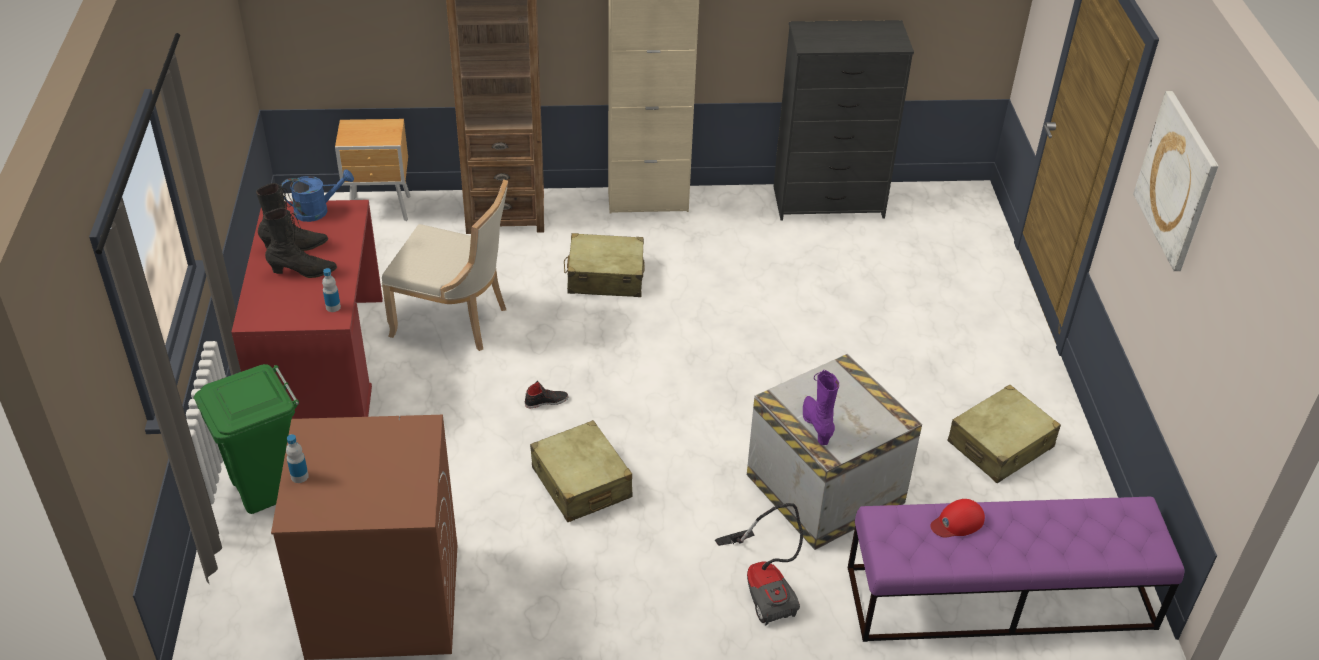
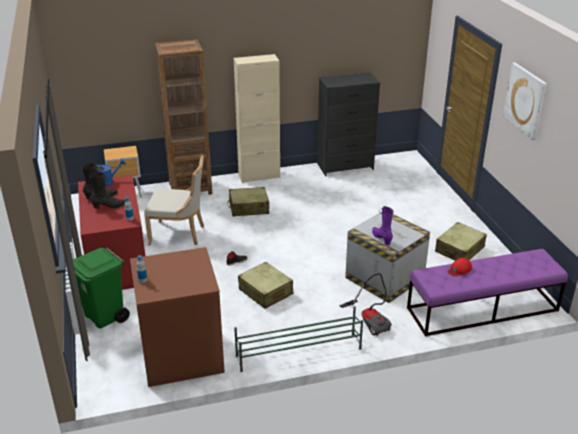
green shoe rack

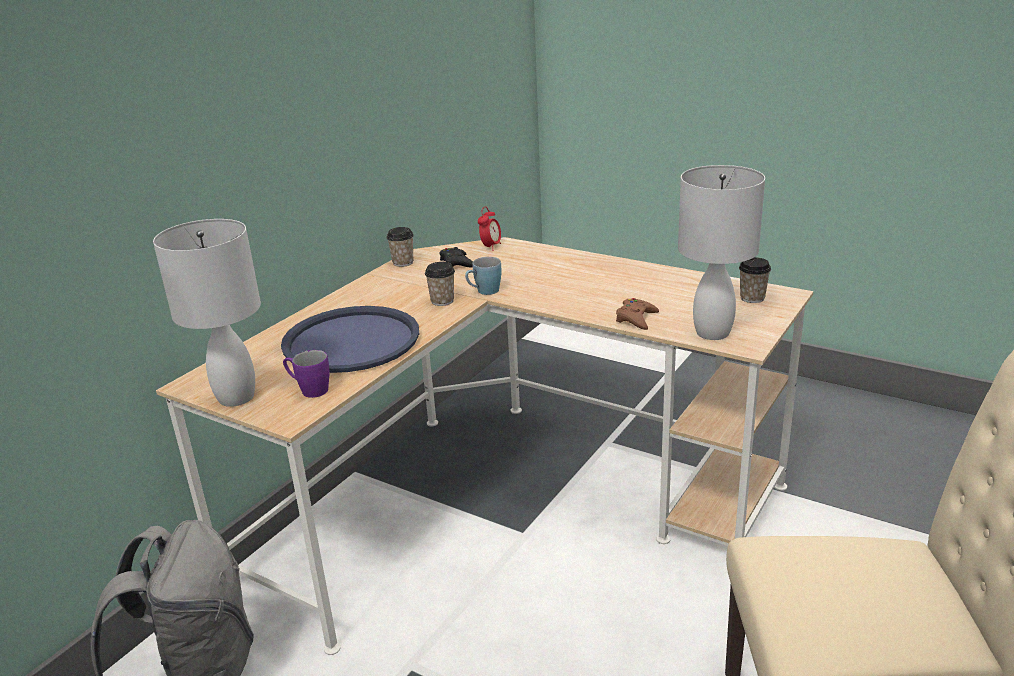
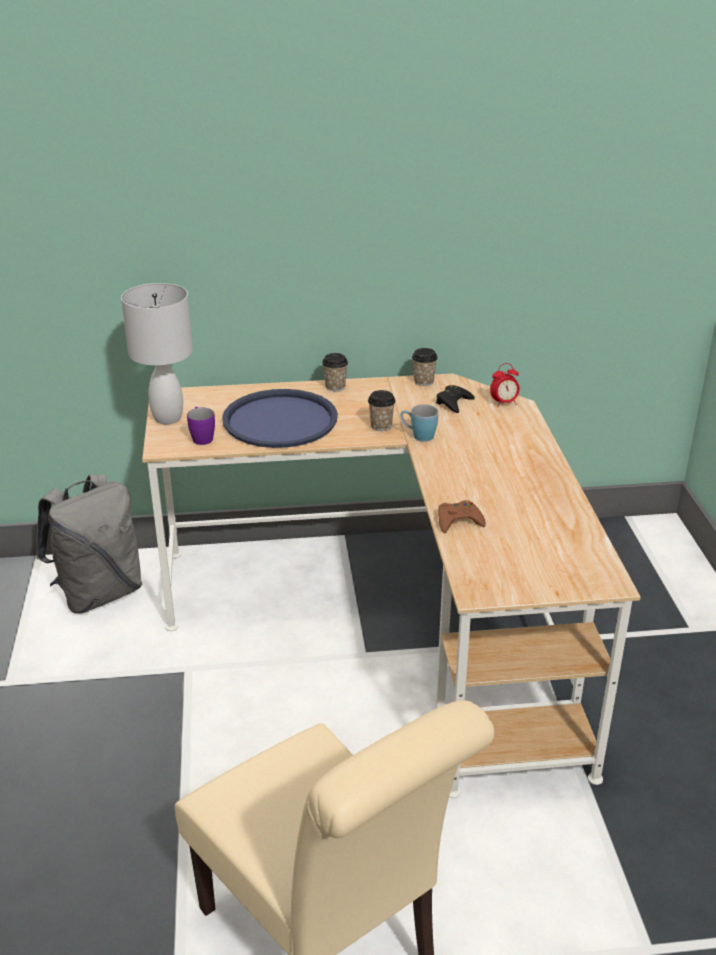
white table lamp (2nd from left in the first image)
cup (1st from left)

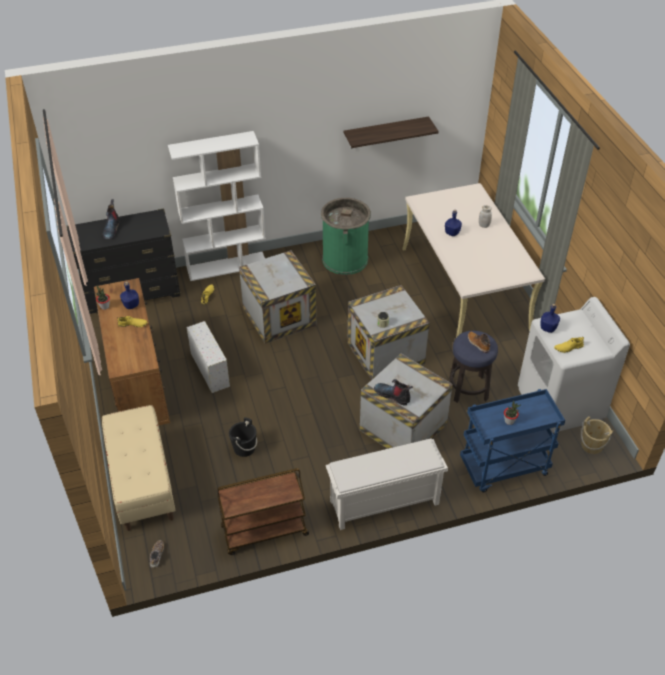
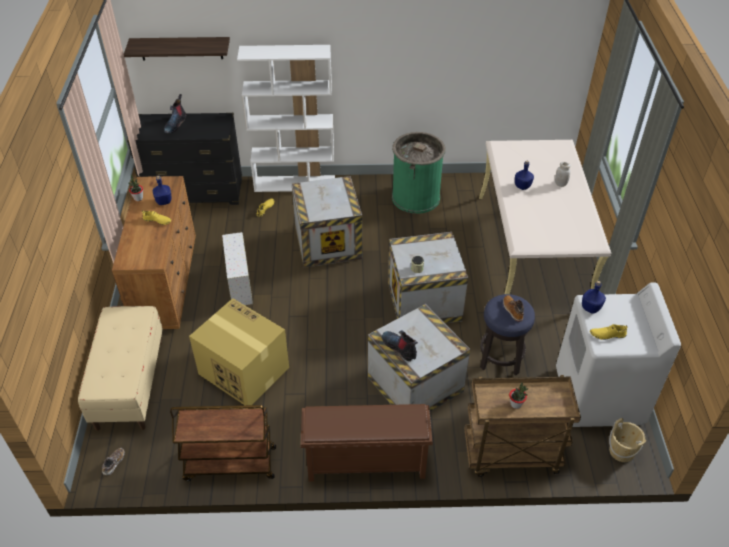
shelf
cardboard box
brown shoe rack
brown cart (2nd from left)

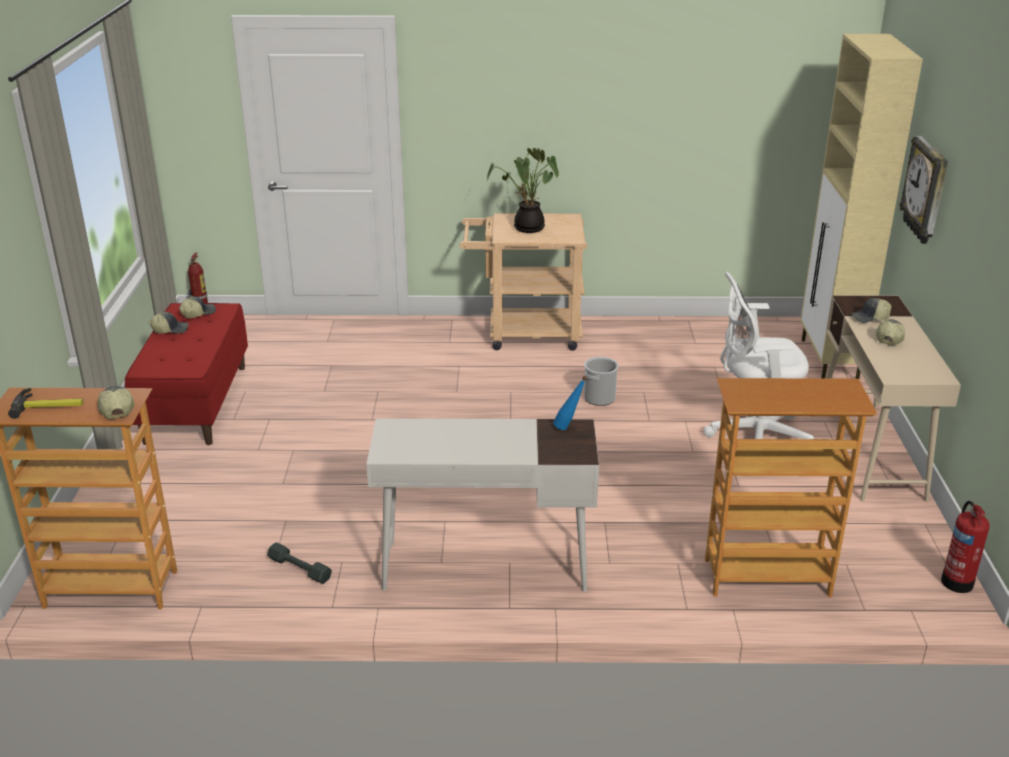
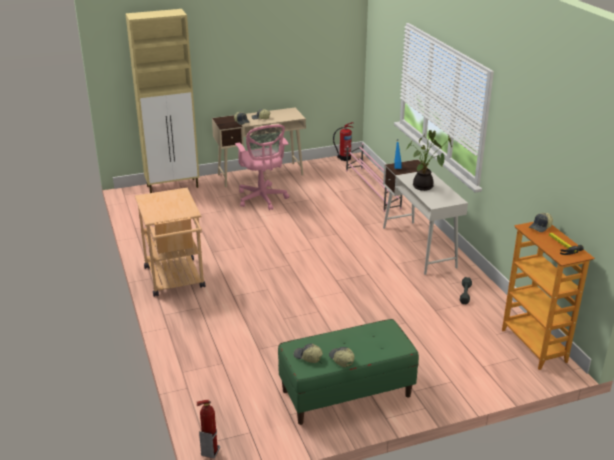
bucket
wall clock
potted plant
pink shoe rack
green bench
pink office chair

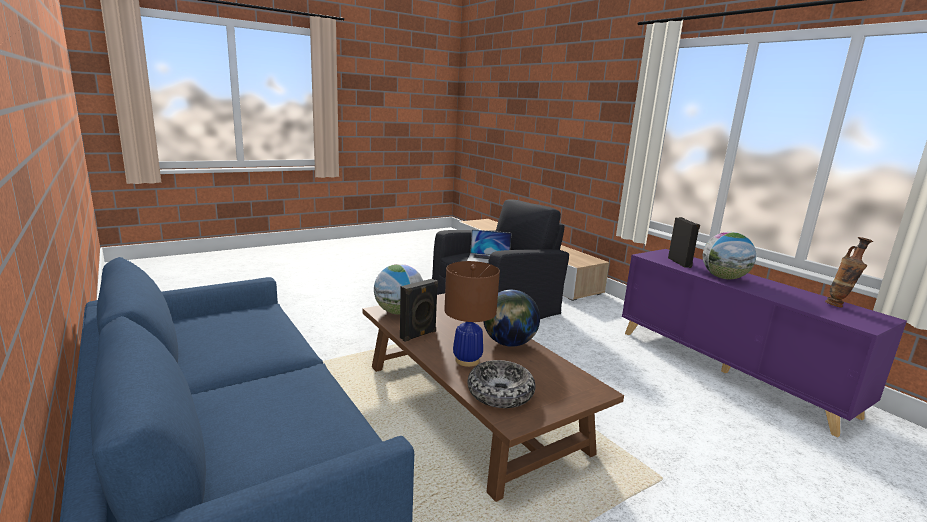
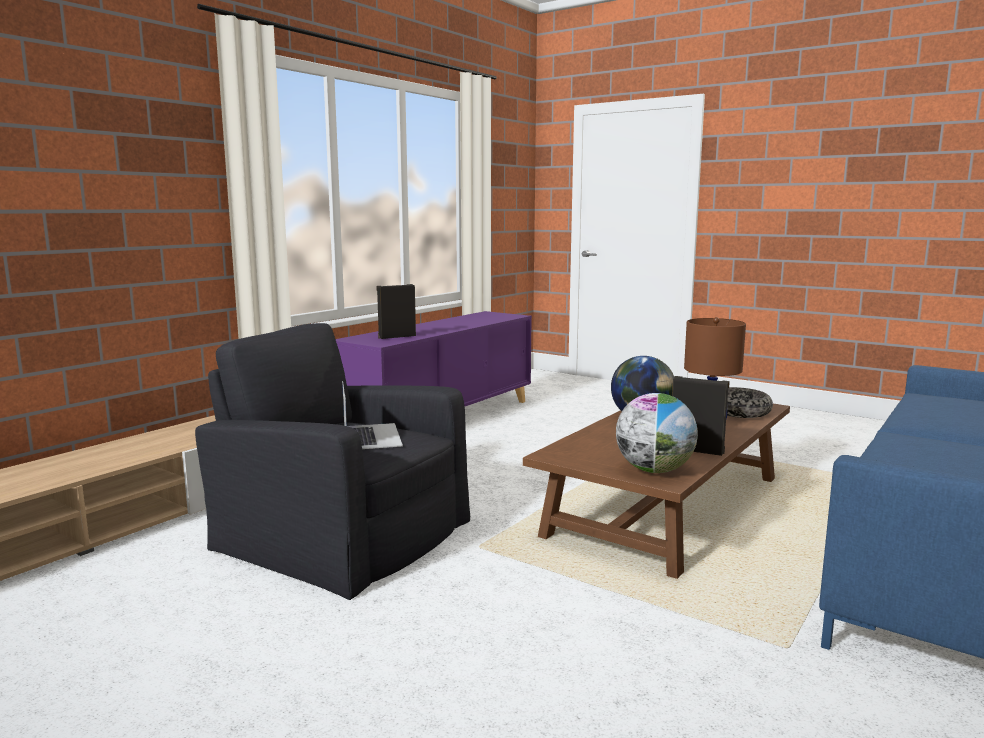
globe (3rd from left in the first image)
vase

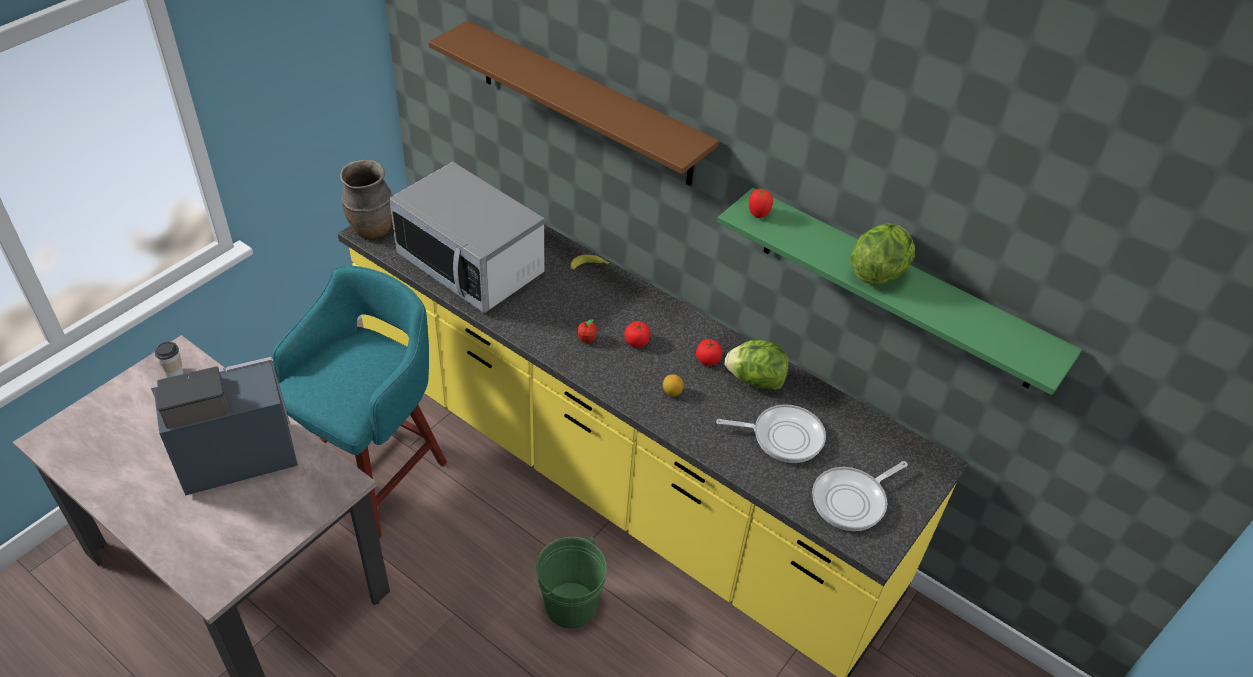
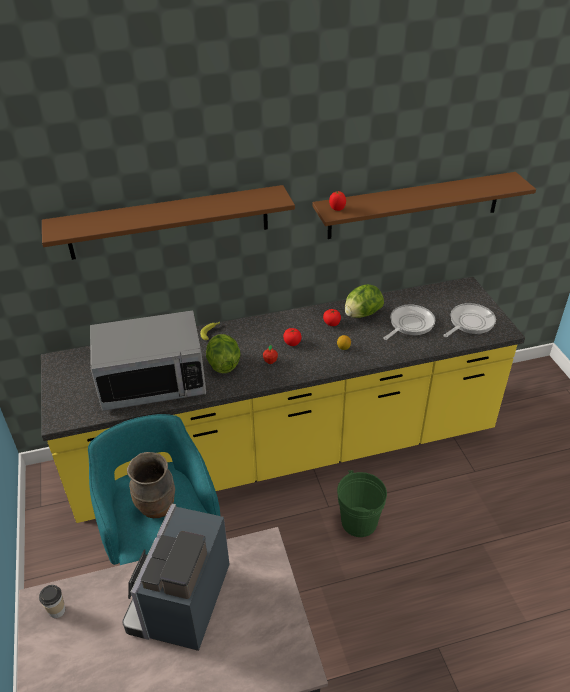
brown vase
lettuce (1st from left)
brown shelf (2nd from left)
frying pan (2nd from left)

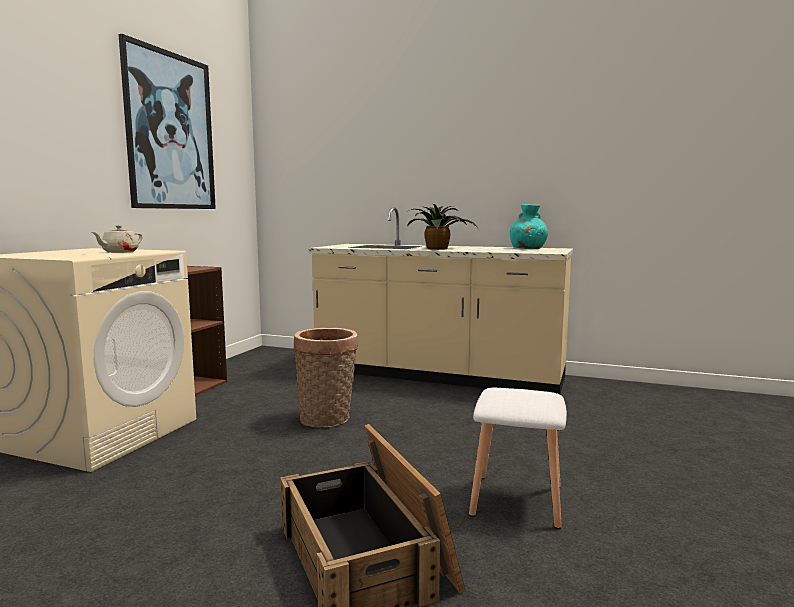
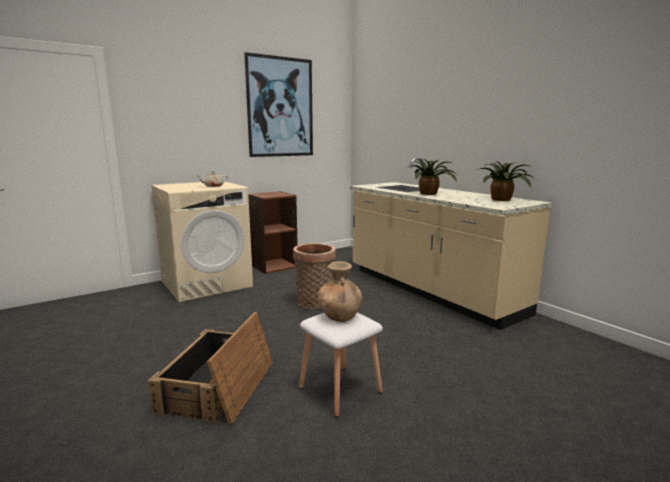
brown vase
potted plant (2nd from left)

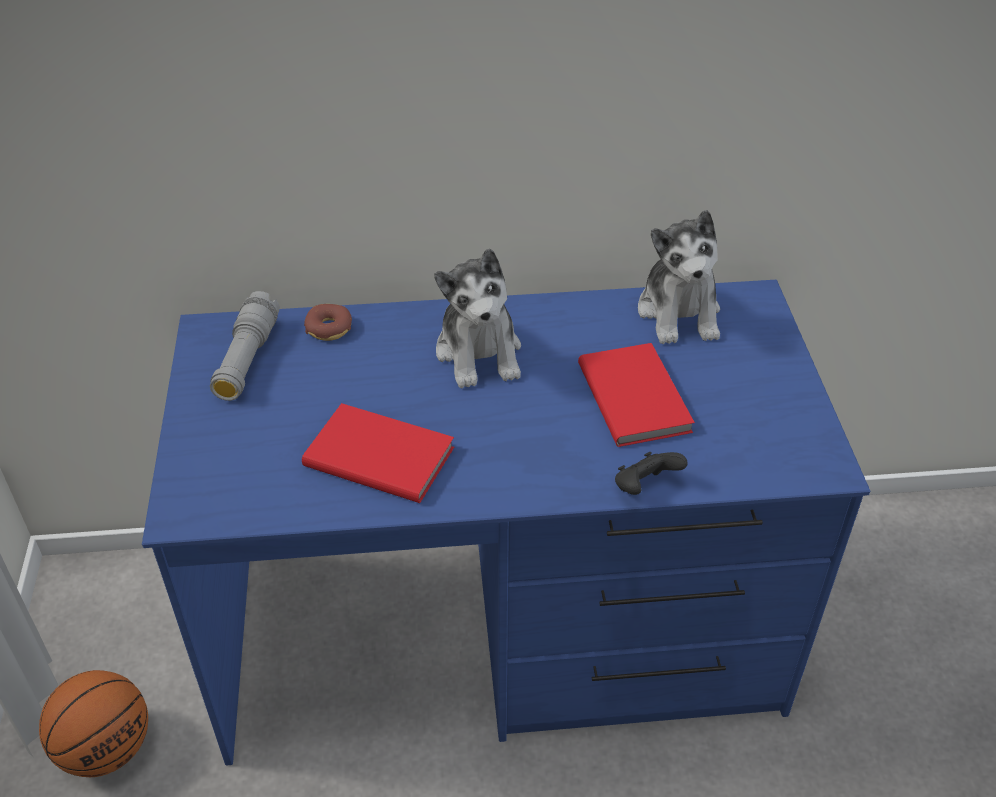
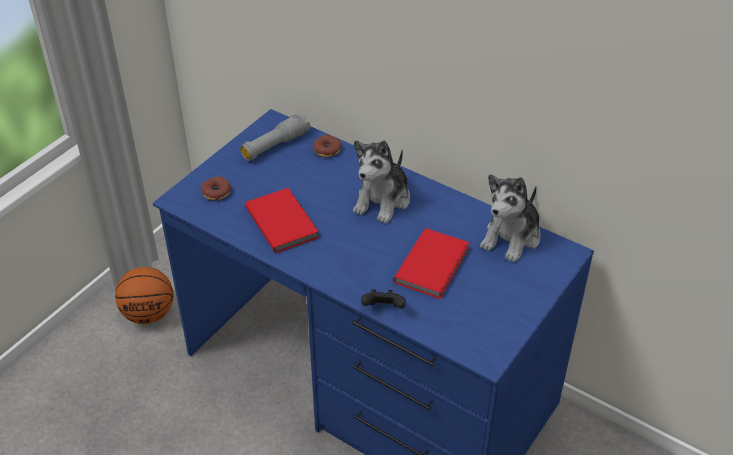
donut (1st from left)

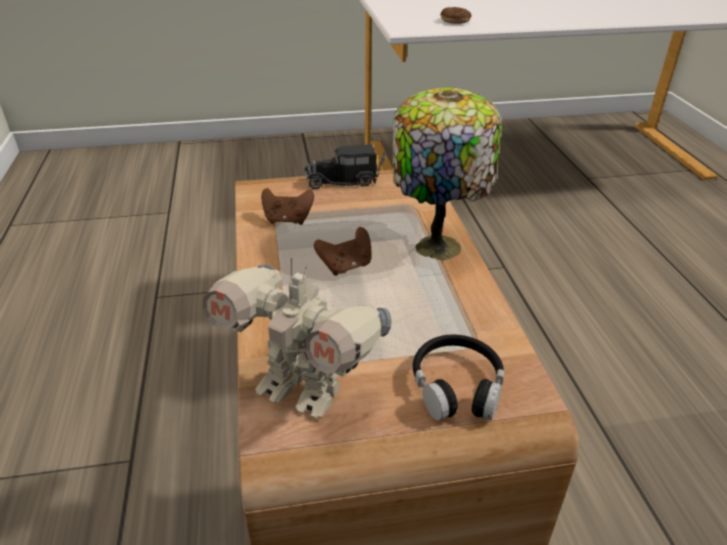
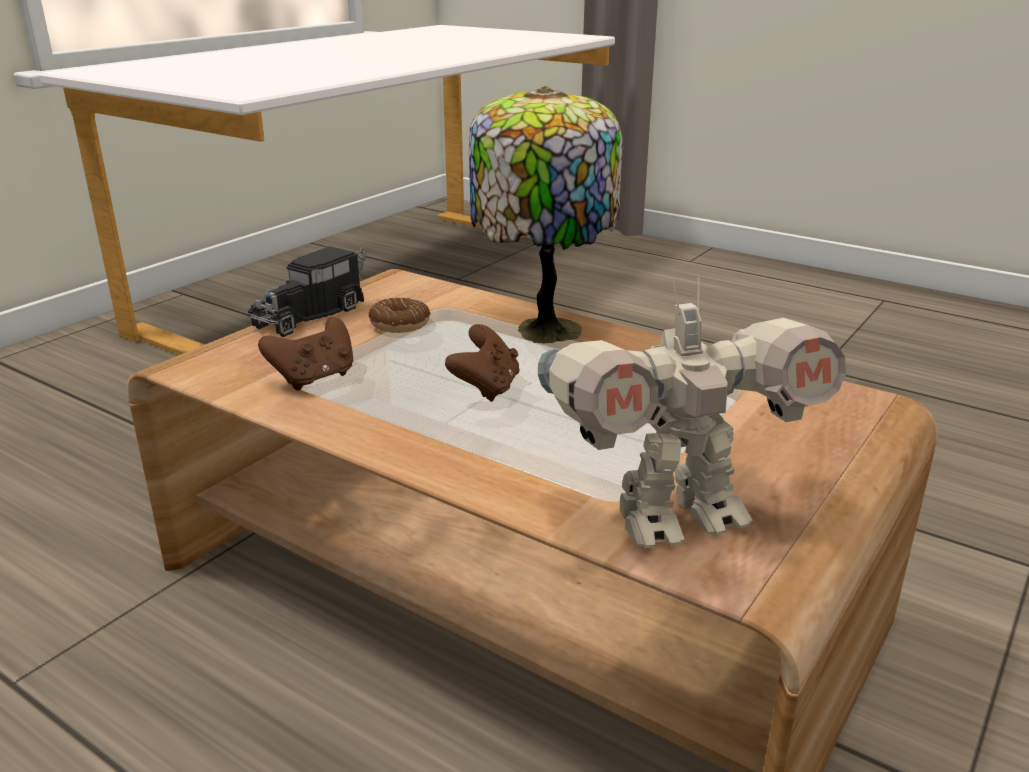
black headphones
donut

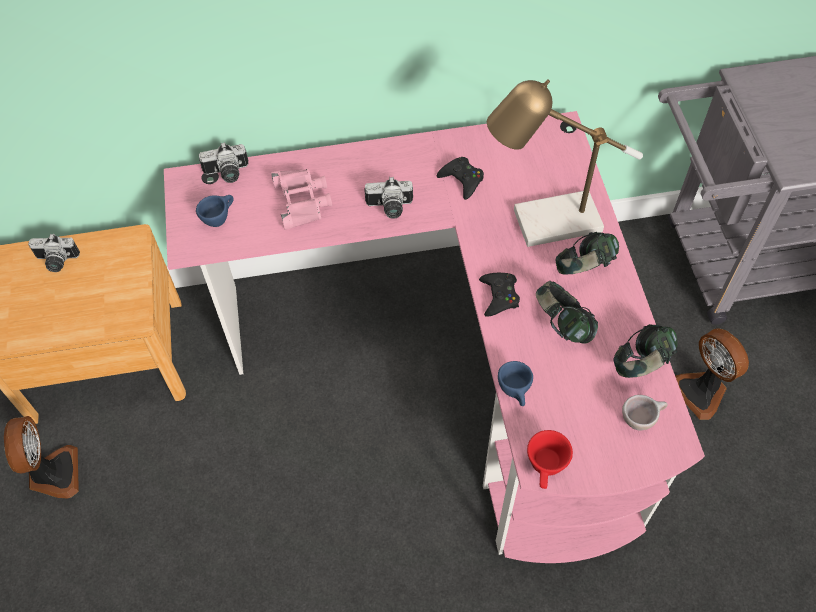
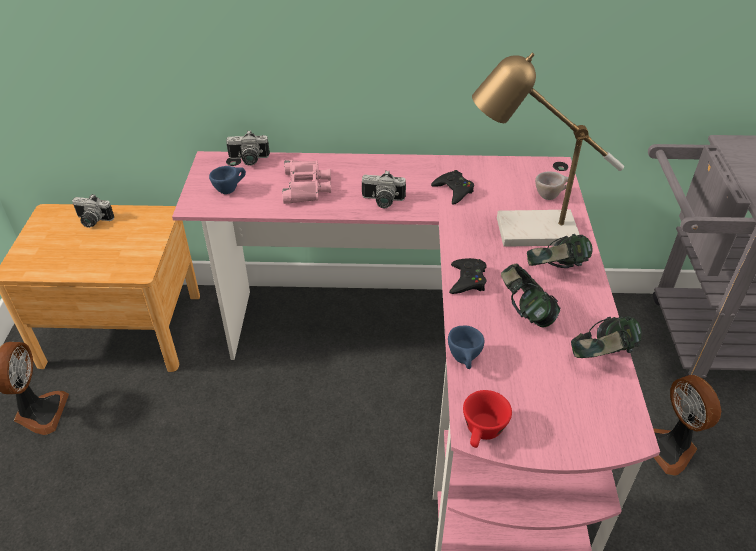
beige cup

